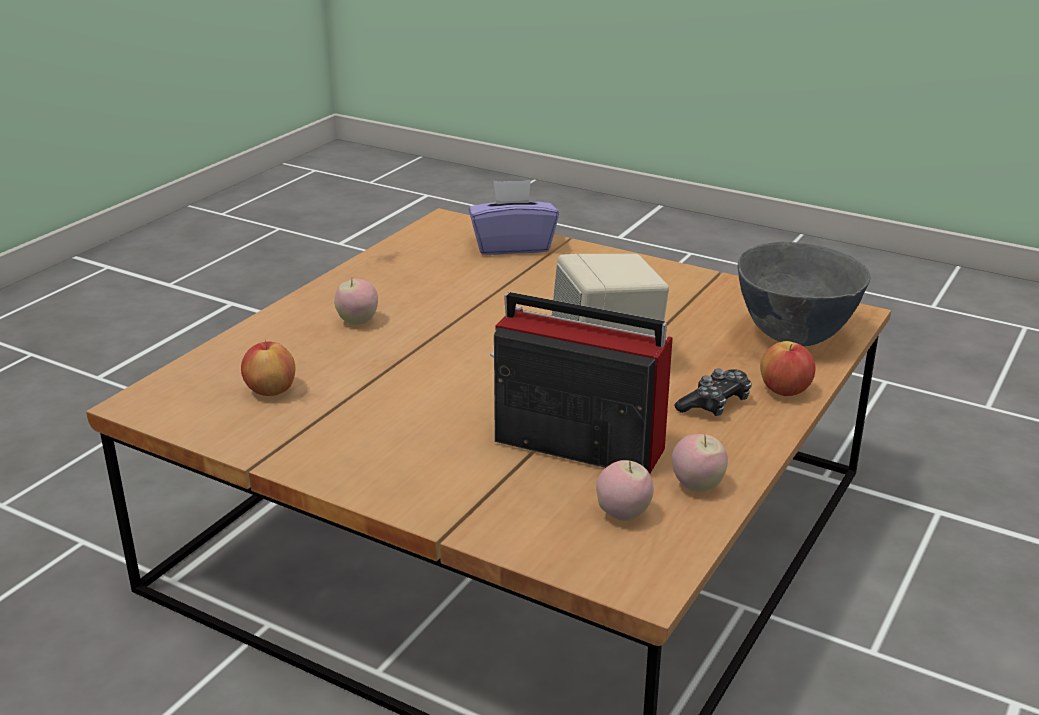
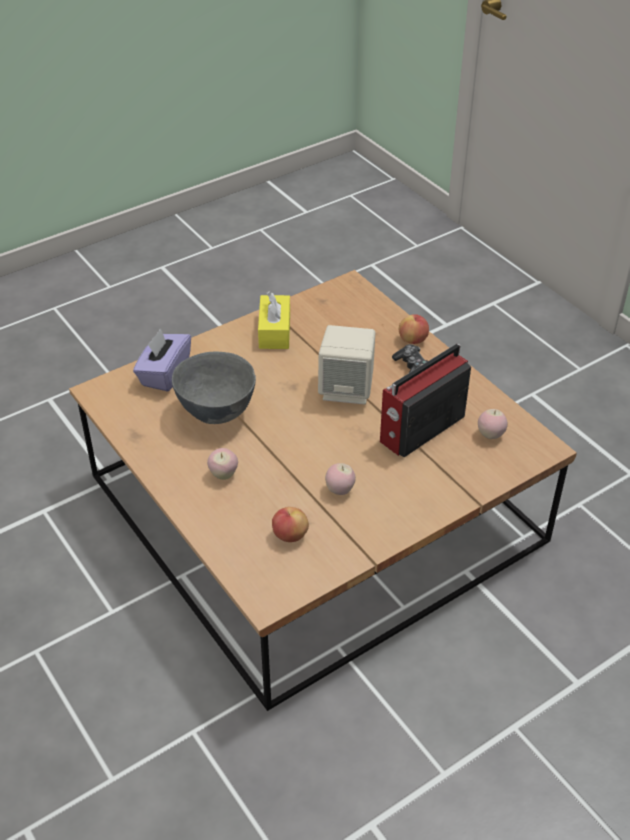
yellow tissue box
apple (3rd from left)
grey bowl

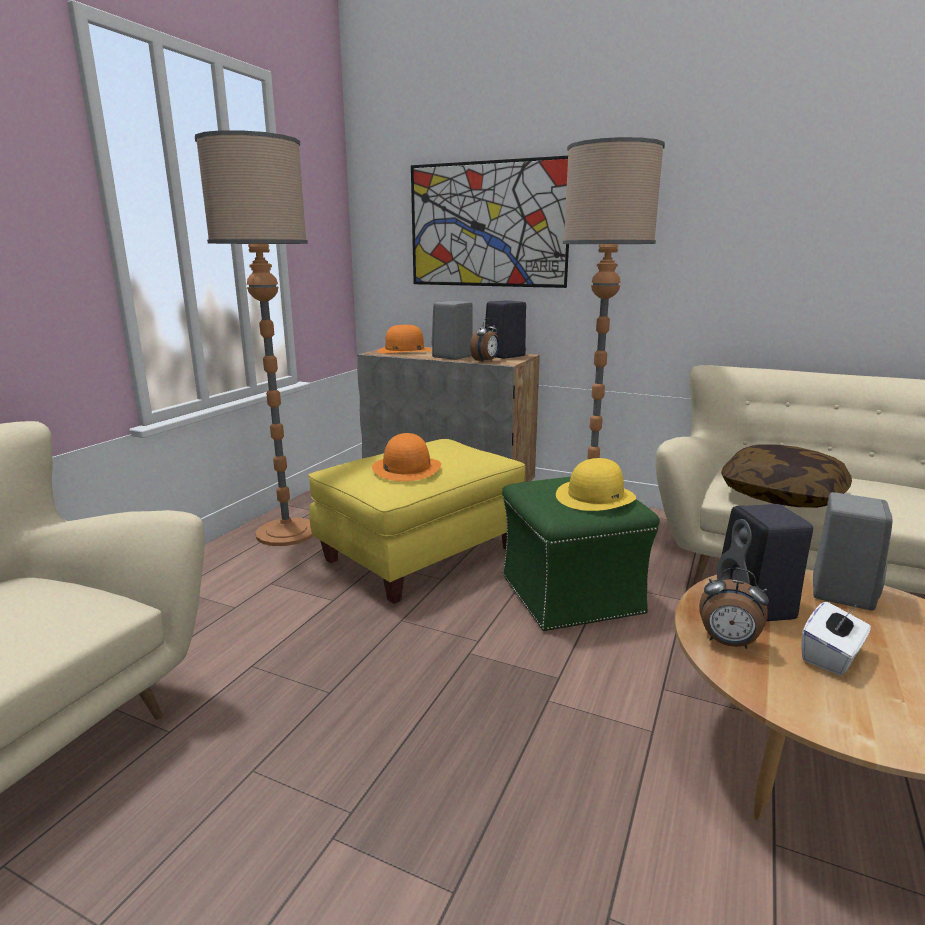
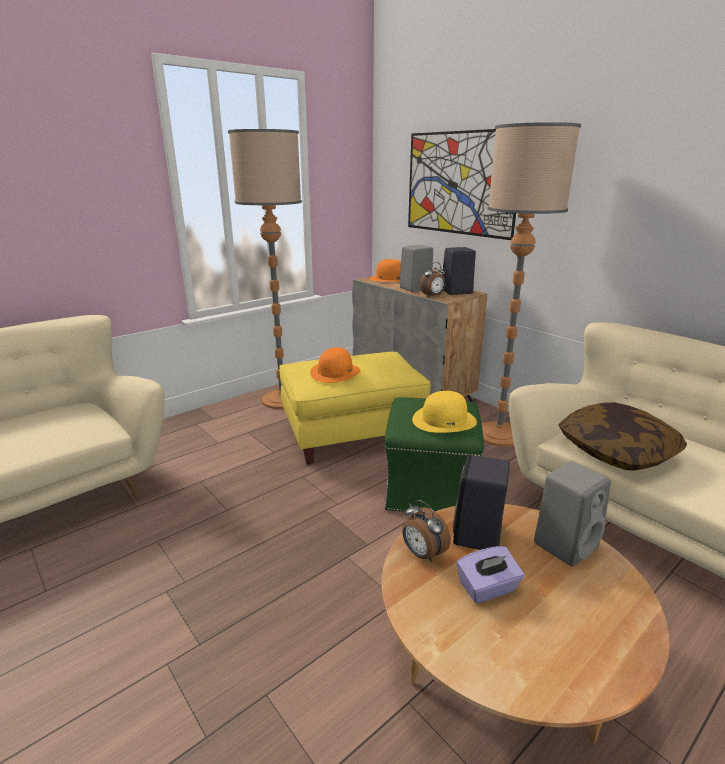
purple tissue box

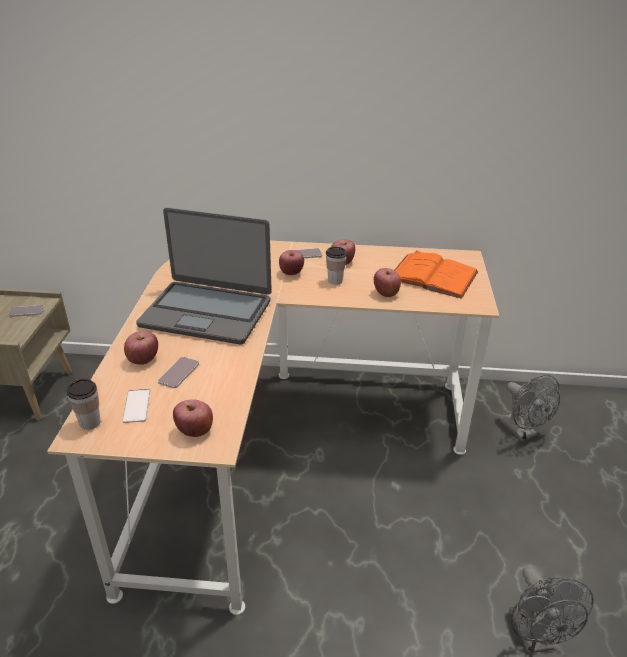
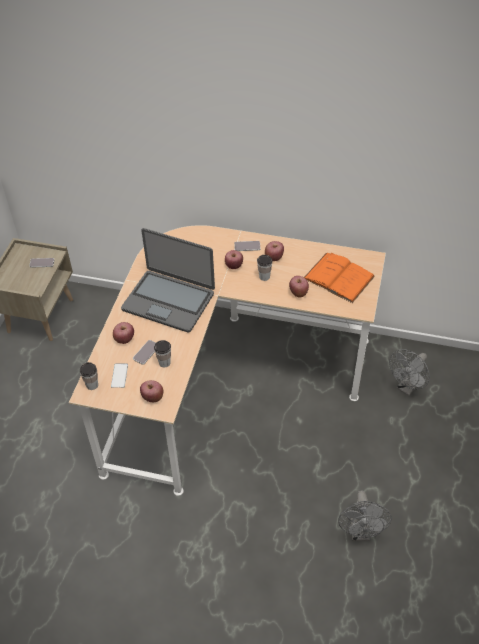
cup (2nd from left)
grey fan (2nd from left)

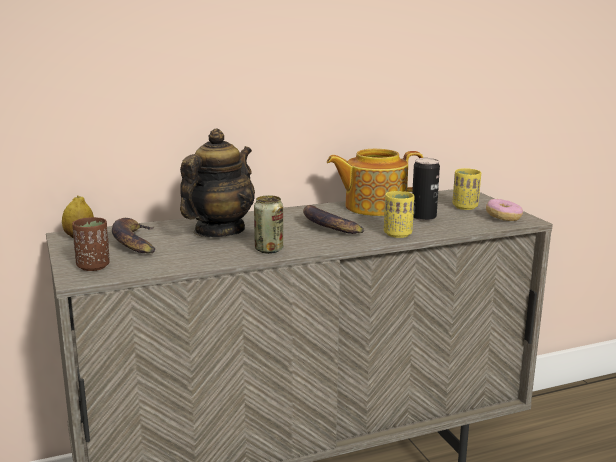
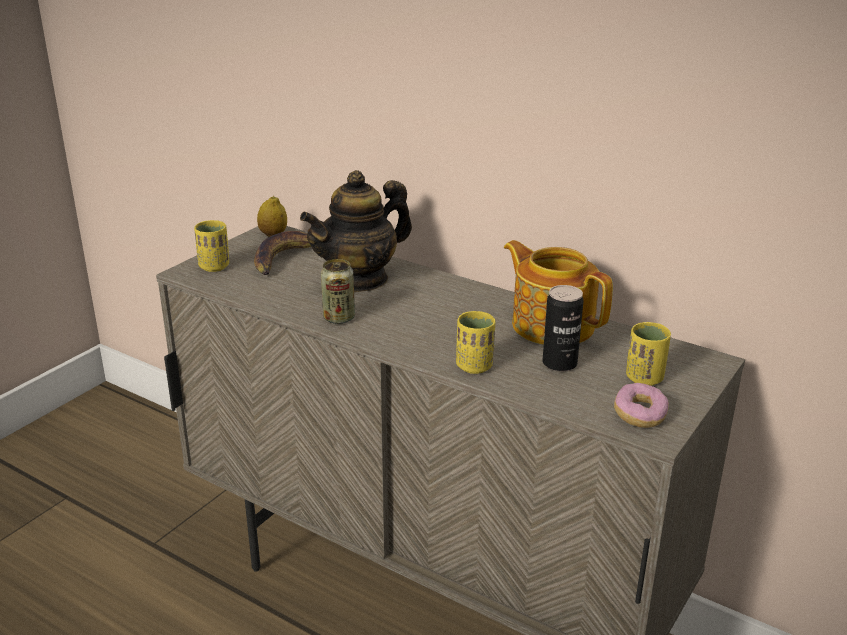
banana (2nd from left in the first image)
yellow cup (1st from left)
teapot (1st from left)

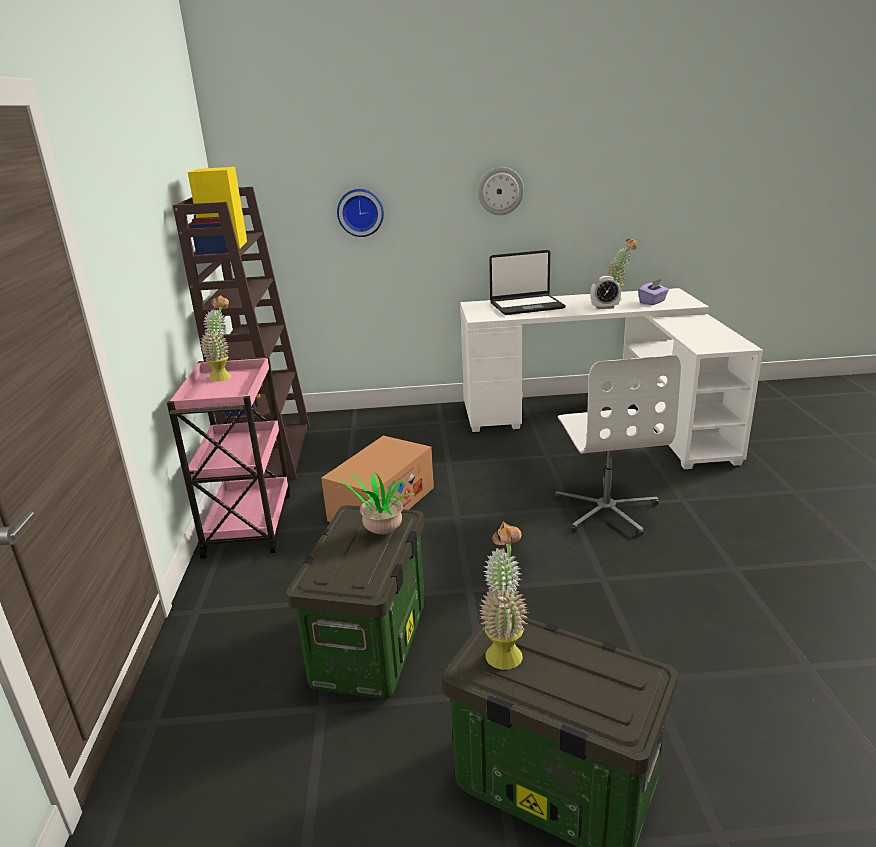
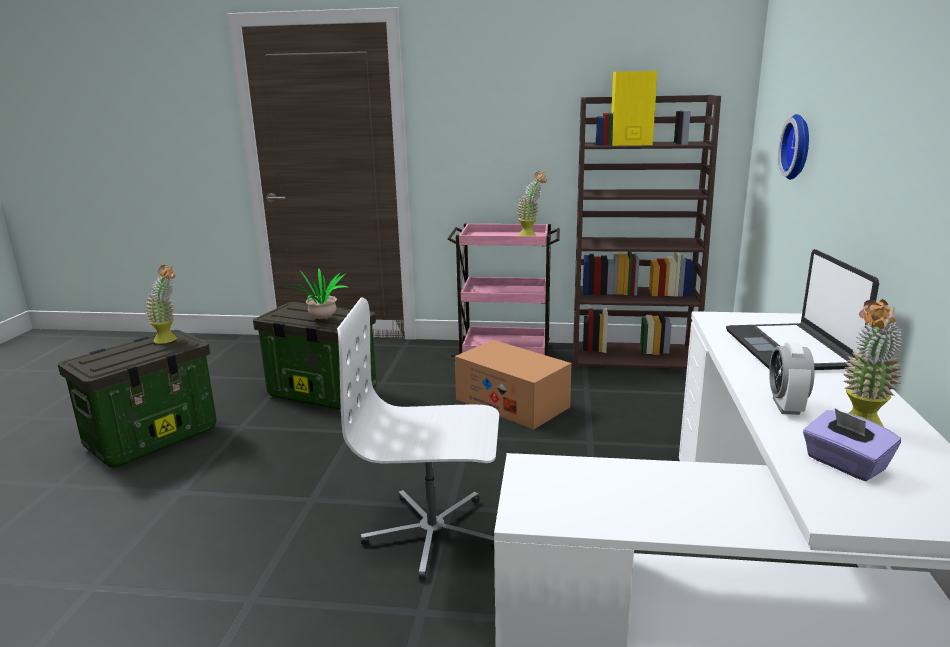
wall clock (2nd from left in the first image)

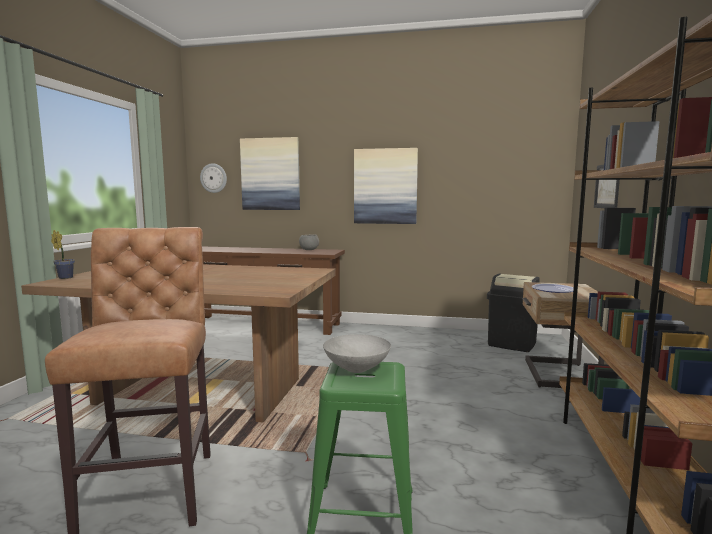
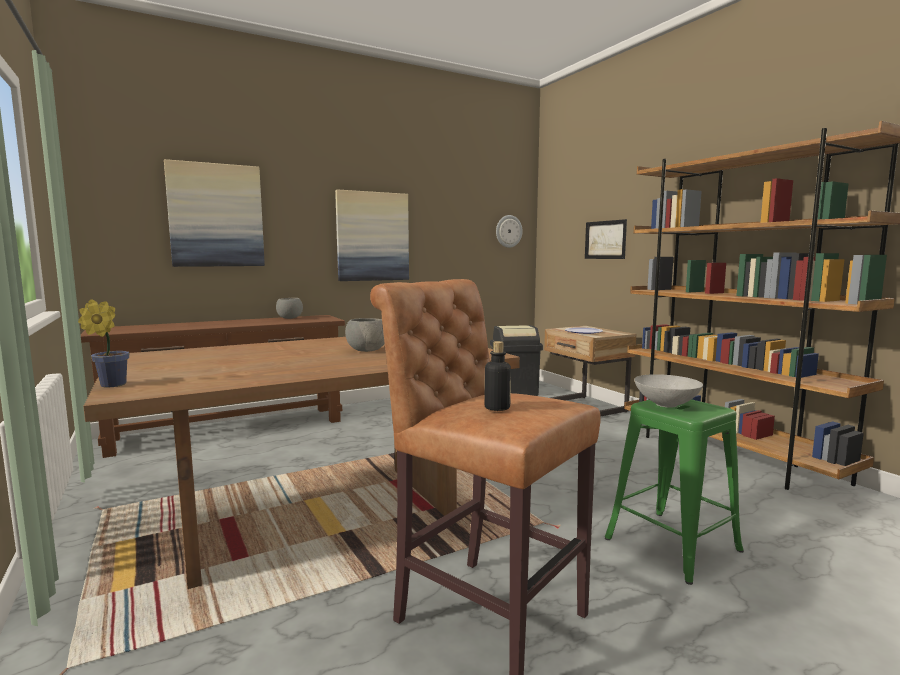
grey bowl (2nd from left)
bottle
wall clock

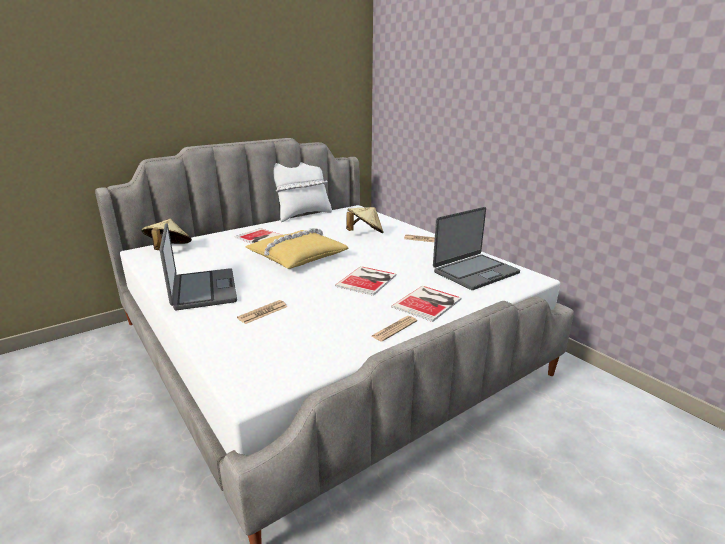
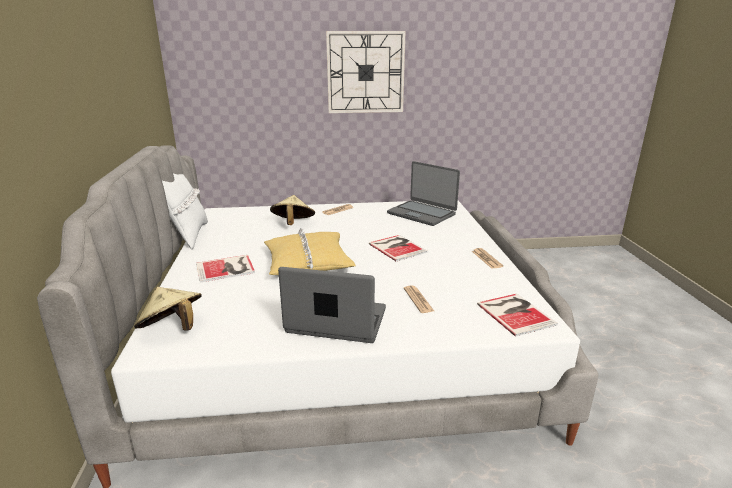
wall clock
book (3rd from left)
laptop (2nd from left)

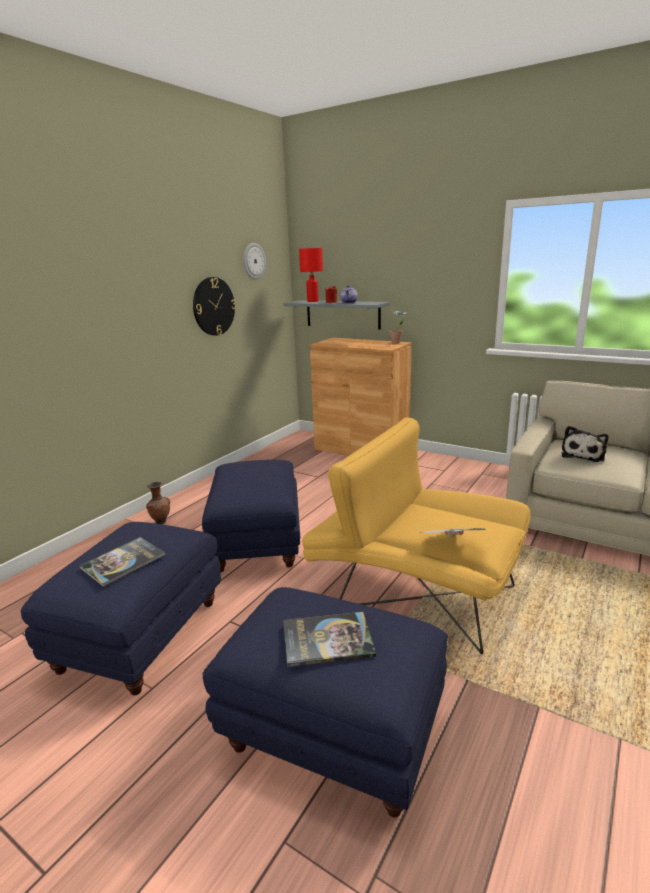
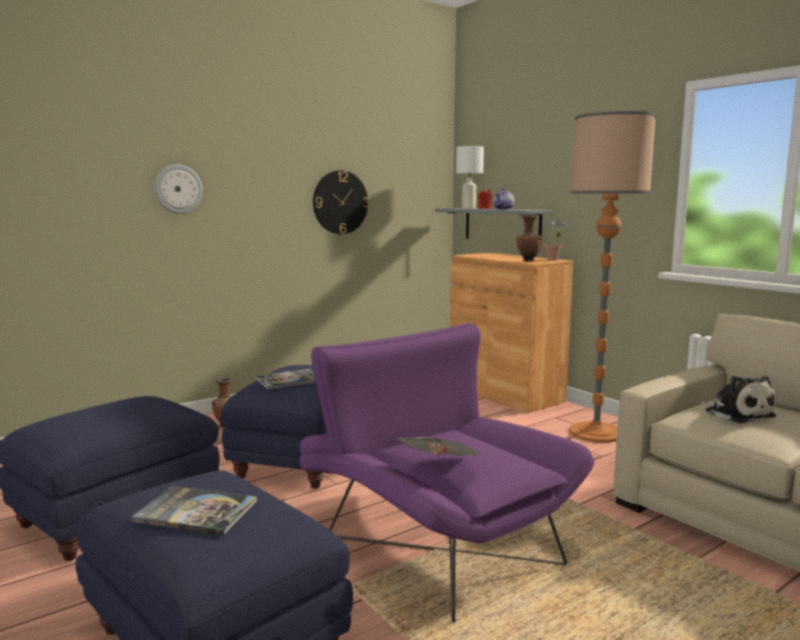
brown vase (2nd from left)
floor lamp
book (2nd from left)
wall clock (1st from left)
white table lamp
purple armchair
plush toy

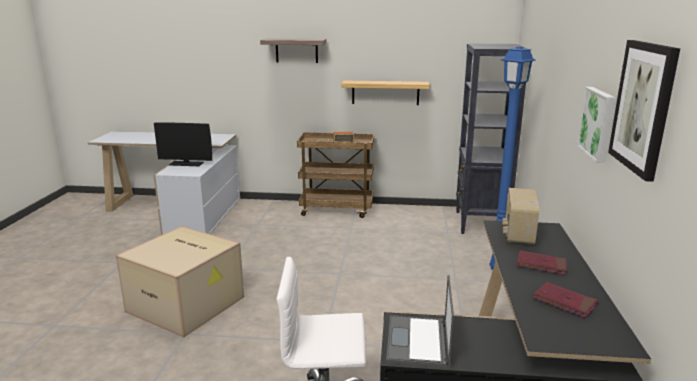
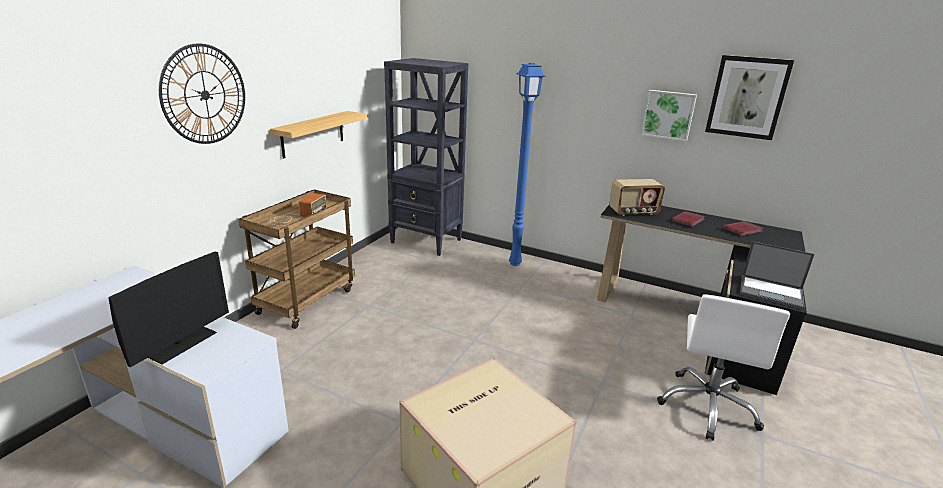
wall clock
radio (2nd from left)

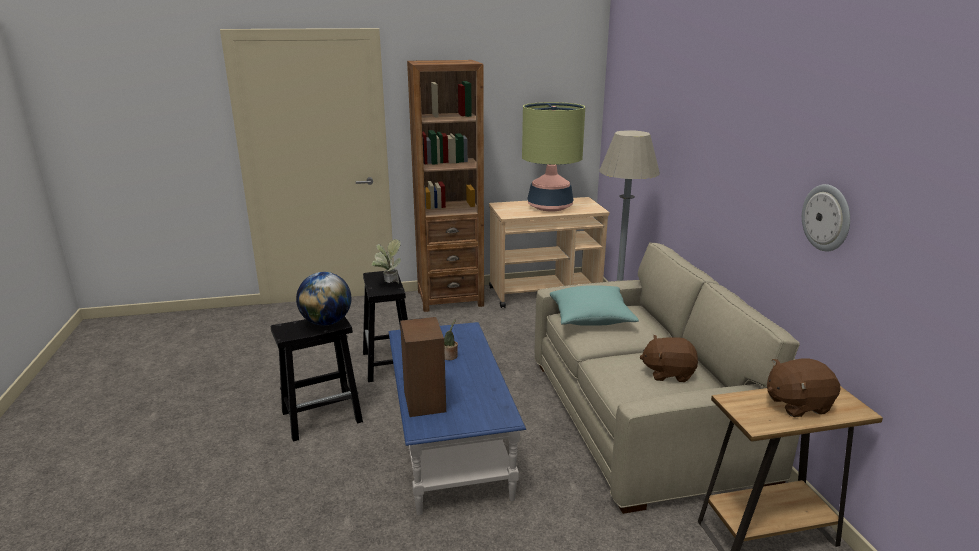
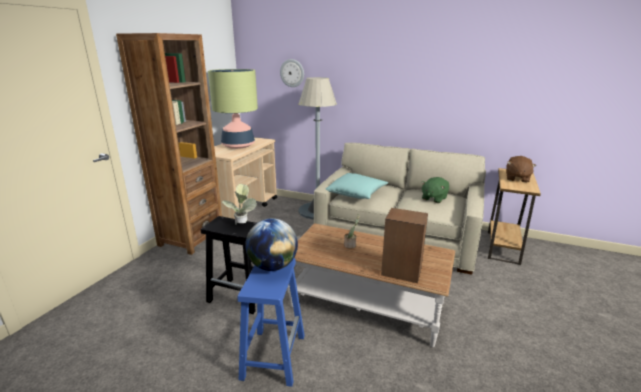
wall clock
blue stool
brown coffee table
green plush toy

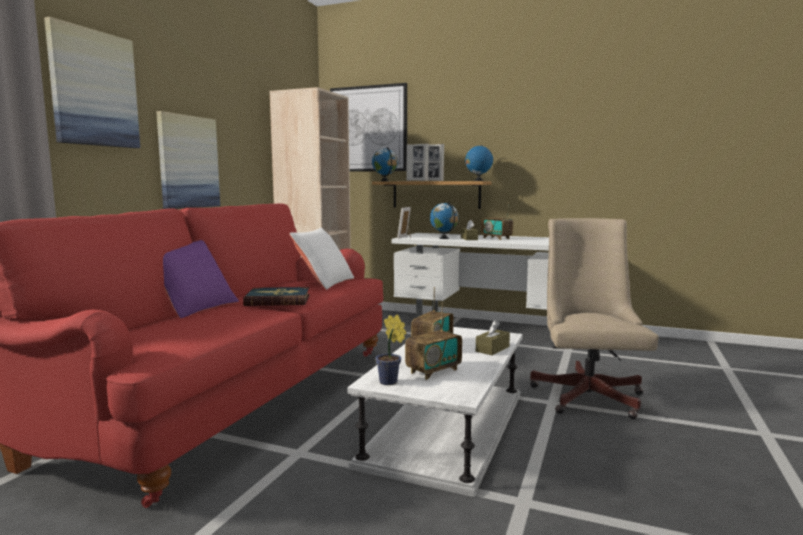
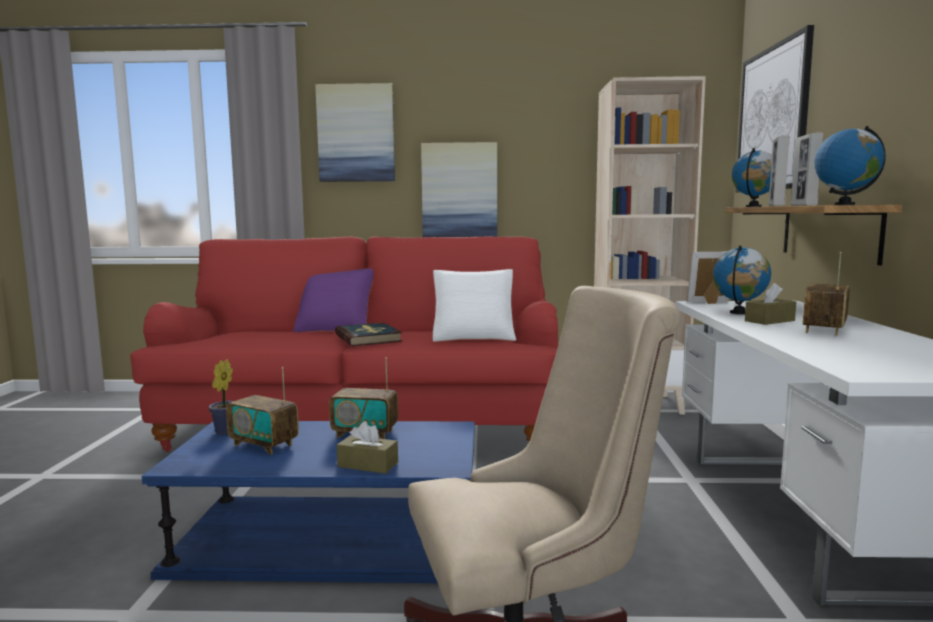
blue coffee table

